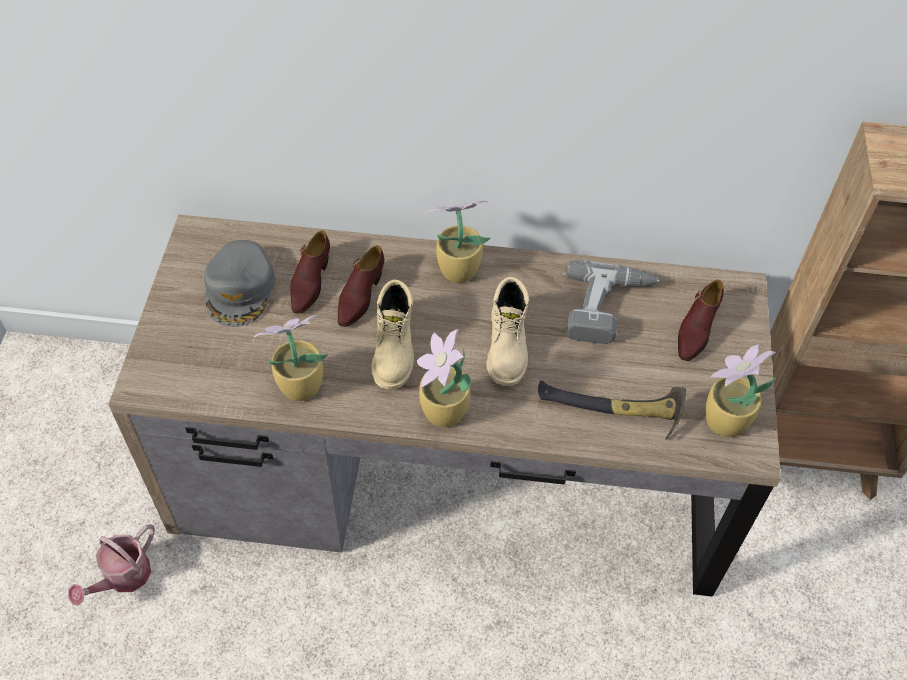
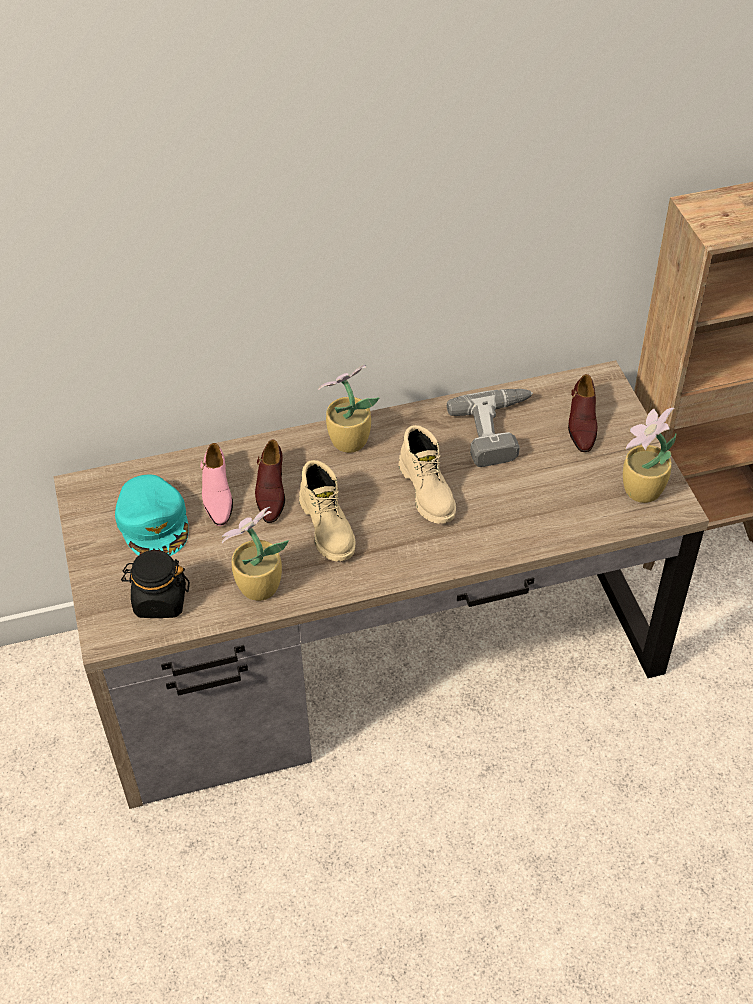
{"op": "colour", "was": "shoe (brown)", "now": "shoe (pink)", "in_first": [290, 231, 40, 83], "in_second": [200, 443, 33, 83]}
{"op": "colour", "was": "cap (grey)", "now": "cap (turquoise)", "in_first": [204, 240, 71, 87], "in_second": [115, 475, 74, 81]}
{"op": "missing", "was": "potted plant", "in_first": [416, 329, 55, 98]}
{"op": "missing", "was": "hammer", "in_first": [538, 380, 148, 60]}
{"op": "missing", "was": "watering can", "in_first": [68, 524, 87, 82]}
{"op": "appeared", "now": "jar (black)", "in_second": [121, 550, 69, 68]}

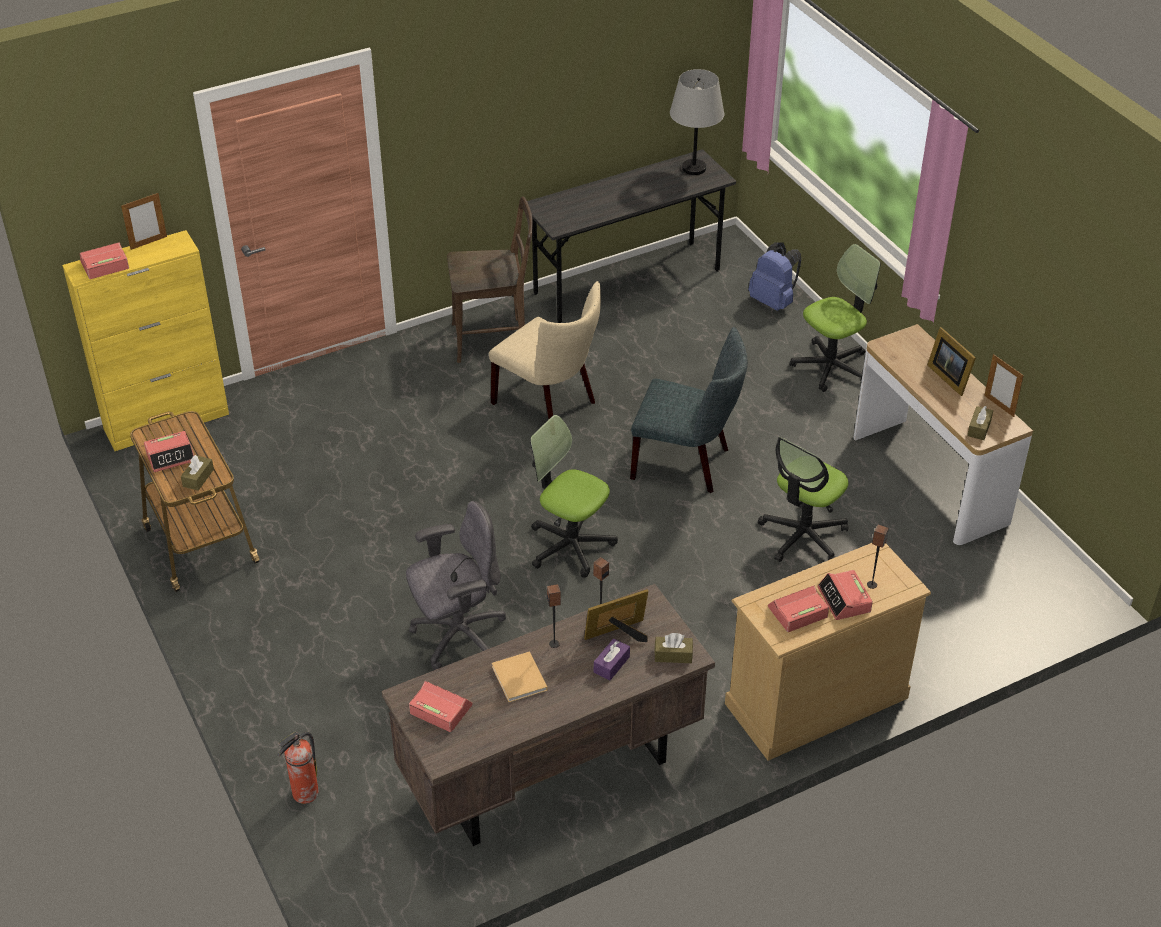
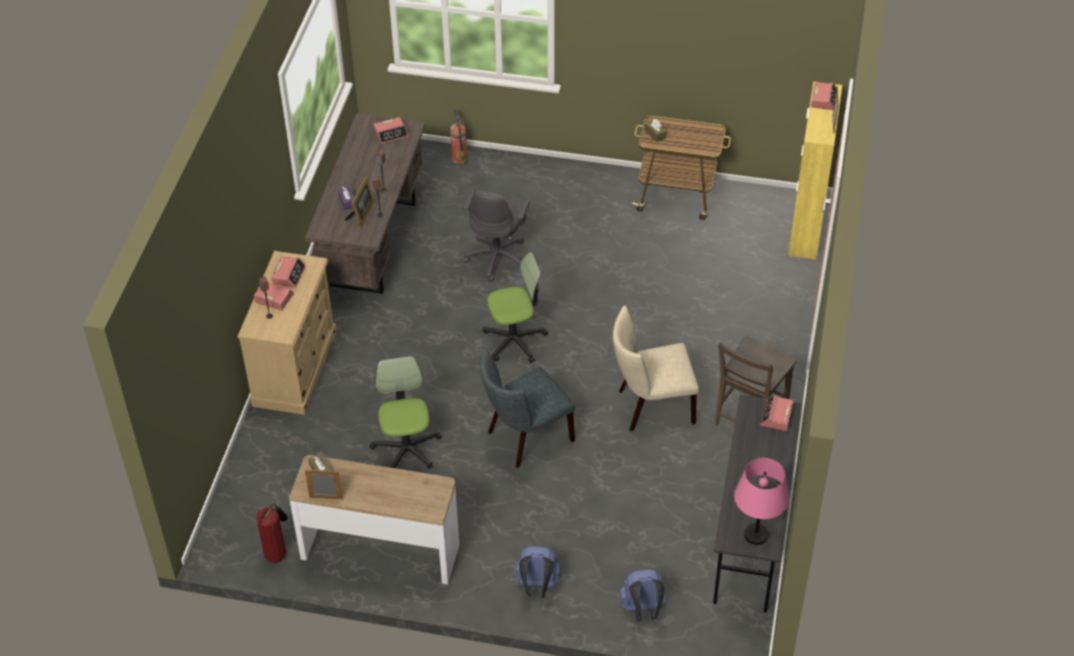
{"op": "colour", "was": "table lamp (grey)", "now": "table lamp (pink)", "in_first": [670, 69, 54, 106], "in_second": [734, 458, 55, 87]}
{"op": "exchanged", "was": "office chair", "now": "backpack (blue)", "in_first": [790, 244, 90, 148], "in_second": [516, 546, 45, 52]}
{"op": "missing", "was": "picture frame", "in_first": [927, 327, 49, 69]}
{"op": "relocated", "was": "alarm clock", "in_first": [144, 431, 50, 41], "in_second": [760, 395, 34, 36]}
{"op": "missing", "was": "tissue box (brown)", "in_first": [654, 633, 39, 30]}
{"op": "missing", "was": "book (beige)", "in_first": [492, 651, 56, 51]}
{"op": "appeared", "now": "fire extinguisher", "in_second": [256, 504, 32, 59]}

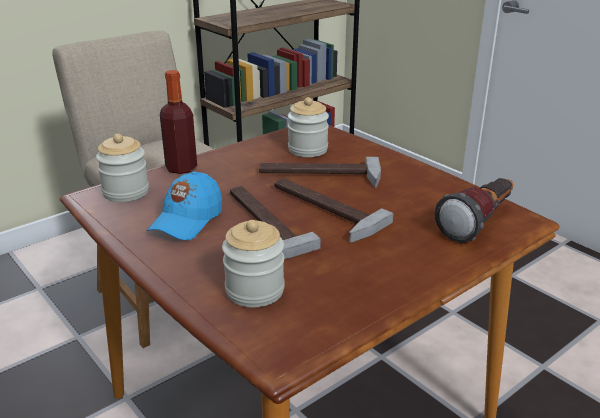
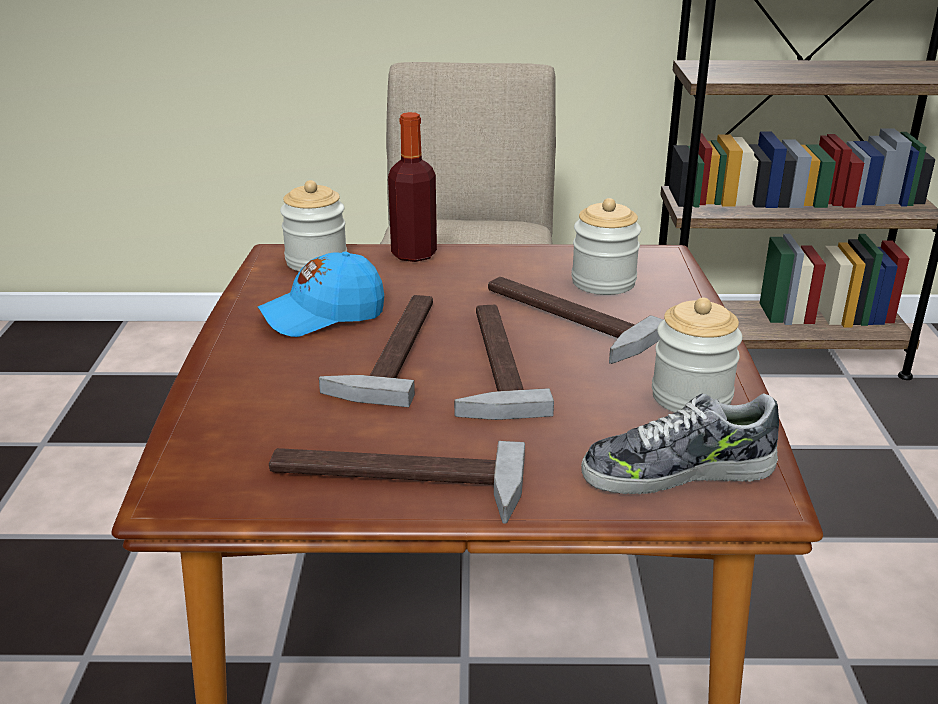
{"op": "exchanged", "was": "flashlight", "now": "shoe", "in_first": [435, 178, 78, 65], "in_second": [581, 393, 198, 101]}
{"op": "relocated", "was": "jar", "in_first": [222, 220, 63, 87], "in_second": [652, 297, 90, 116]}
{"op": "appeared", "now": "hammer", "in_second": [269, 441, 256, 83]}

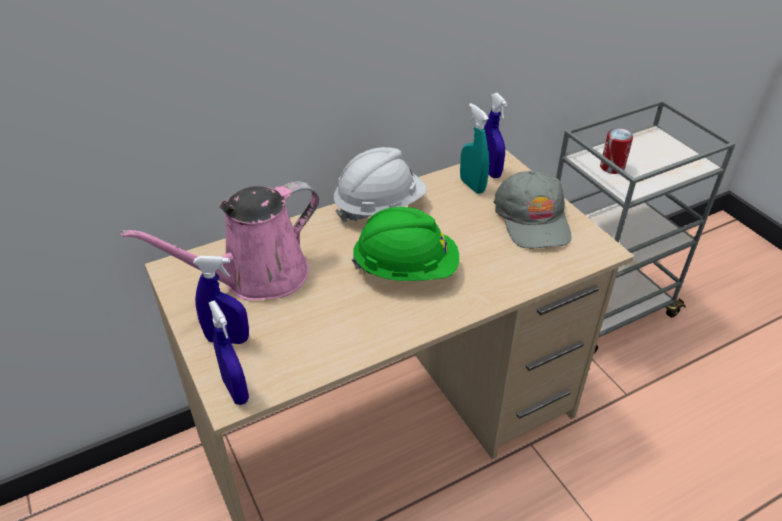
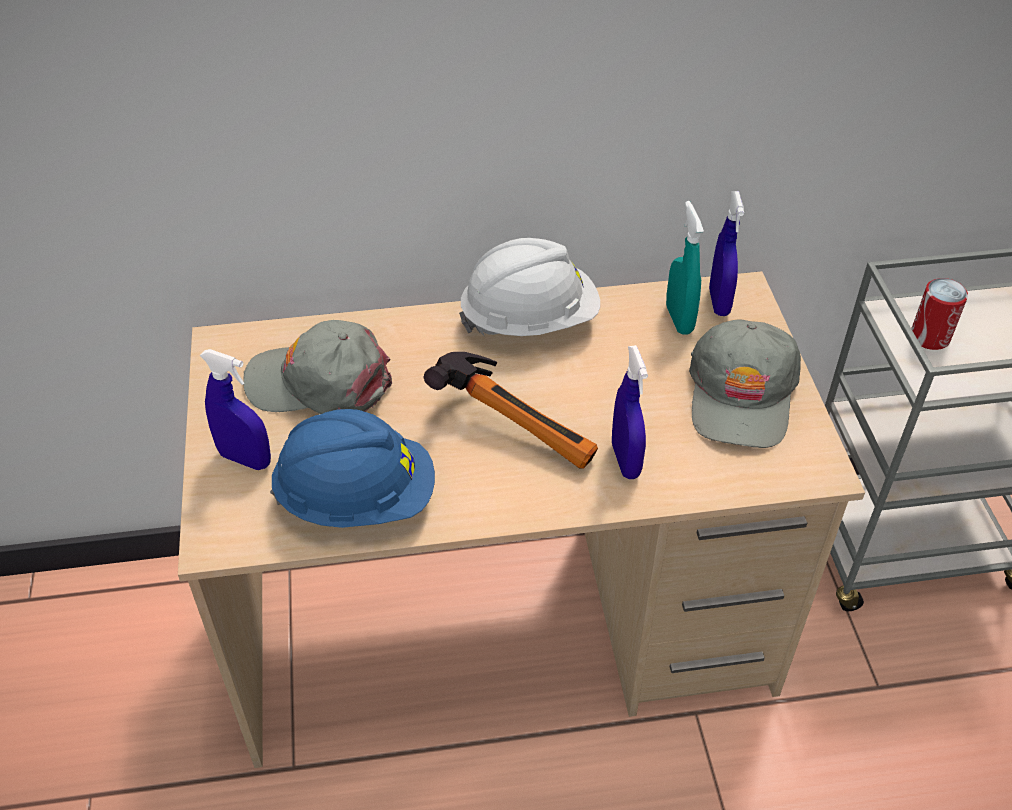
{"op": "exchanged", "was": "watering can (pink)", "now": "cap (grey)", "in_first": [121, 181, 198, 119], "in_second": [243, 320, 149, 94]}
{"op": "exchanged", "was": "hard hat (green)", "now": "hammer", "in_first": [352, 207, 107, 74], "in_second": [423, 352, 175, 117]}
{"op": "relocated", "was": "spray bottle (blue)", "in_first": [209, 300, 40, 105], "in_second": [612, 345, 36, 134]}
{"op": "appeared", "now": "hard hat (blue)", "in_second": [270, 409, 165, 119]}

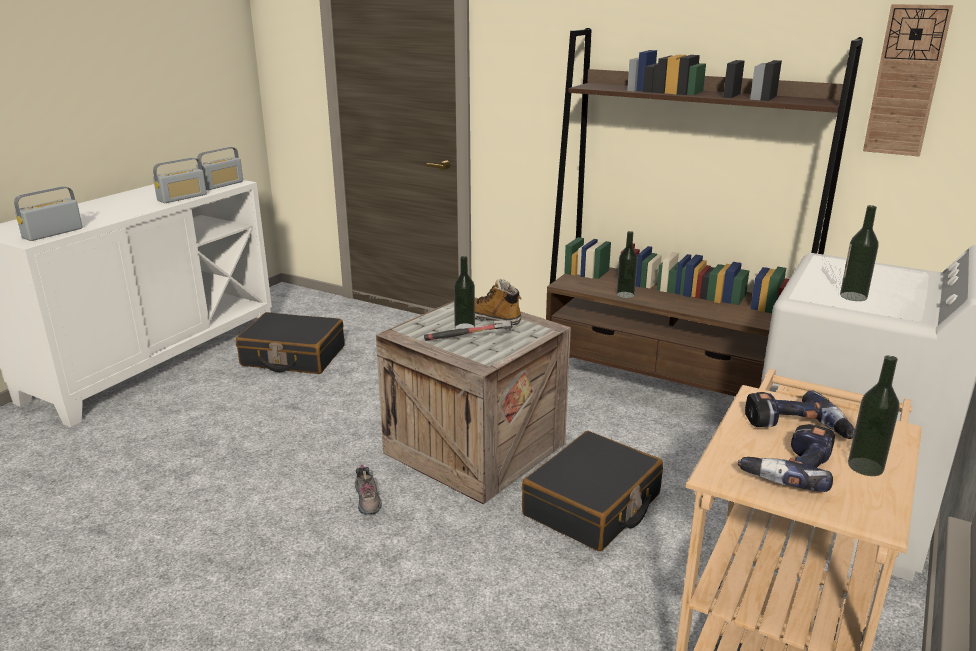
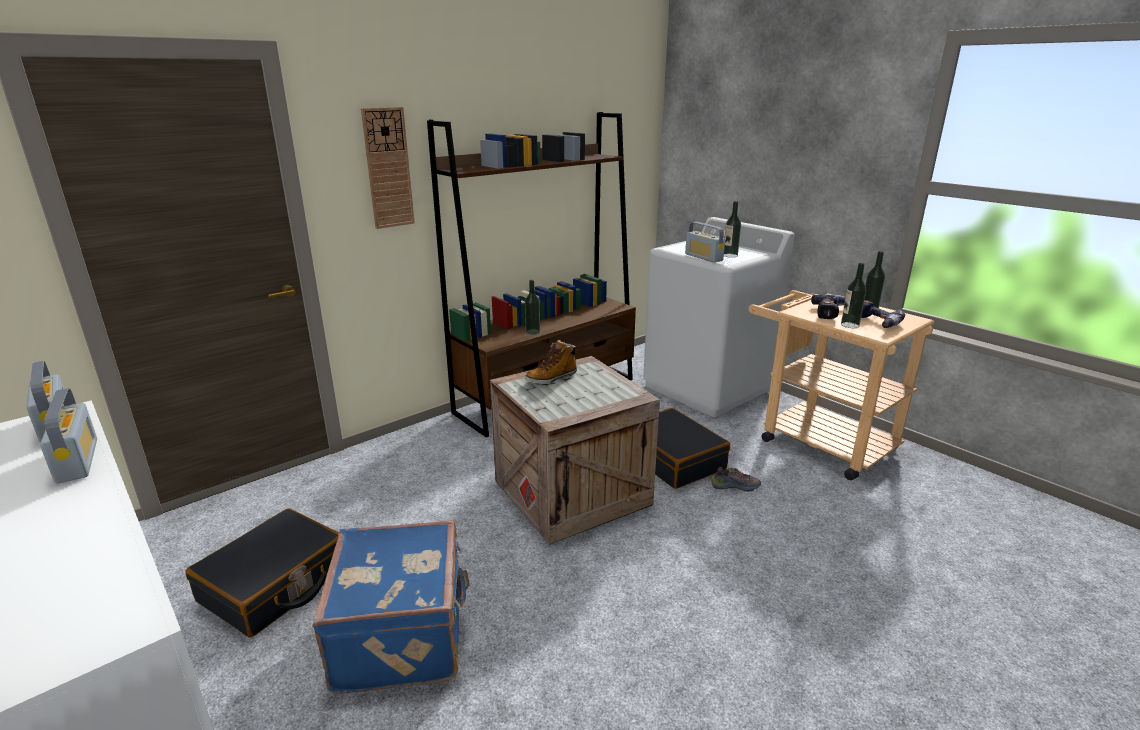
{"op": "relocated", "was": "wall clock", "in_first": [863, 4, 91, 152], "in_second": [361, 107, 54, 122]}
{"op": "relocated", "was": "radio", "in_first": [14, 187, 68, 54], "in_second": [685, 222, 40, 41]}
{"op": "relocated", "was": "bottle", "in_first": [454, 256, 21, 73], "in_second": [841, 263, 25, 65]}
{"op": "missing", "was": "hammer", "in_first": [424, 320, 89, 21]}
{"op": "relocated", "was": "shoe", "in_first": [355, 465, 27, 49], "in_second": [711, 467, 50, 25]}
{"op": "appeared", "now": "suitcase (blue)", "in_second": [312, 520, 158, 174]}

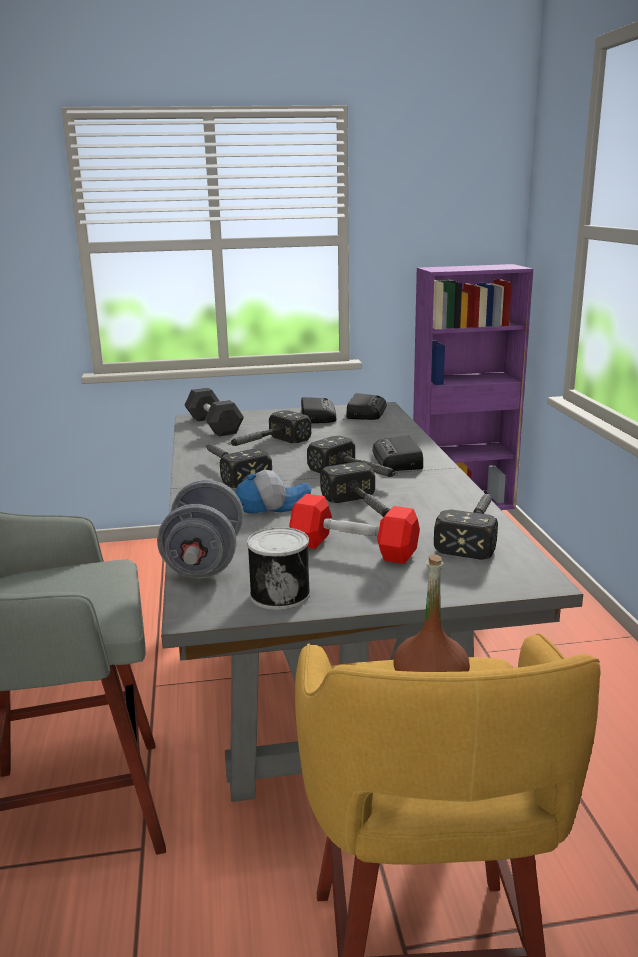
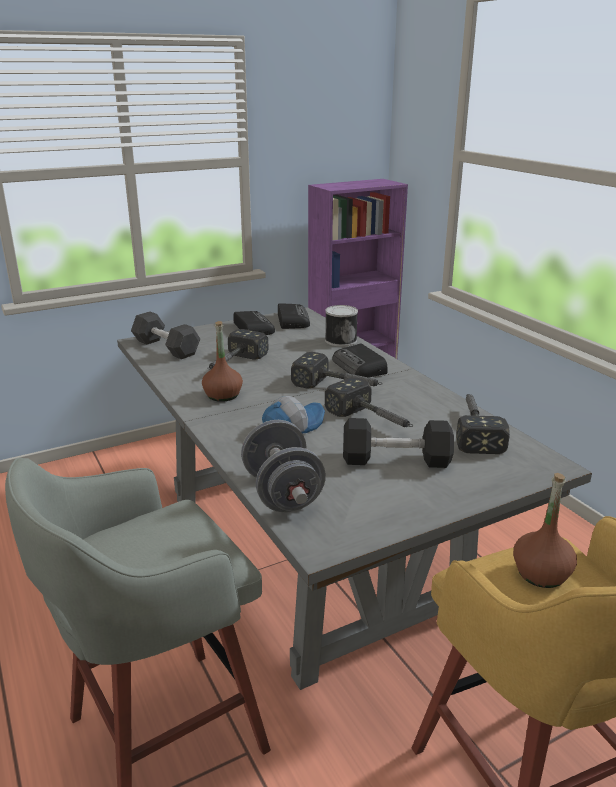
{"op": "exchanged", "was": "hammer", "now": "bottle (brown)", "in_first": [205, 444, 67, 44], "in_second": [202, 321, 41, 81]}
{"op": "colour", "was": "dumbbell (red)", "now": "dumbbell (black)", "in_first": [289, 494, 131, 70], "in_second": [343, 418, 111, 50]}
{"op": "relocated", "was": "can", "in_first": [247, 527, 63, 83], "in_second": [325, 305, 33, 42]}

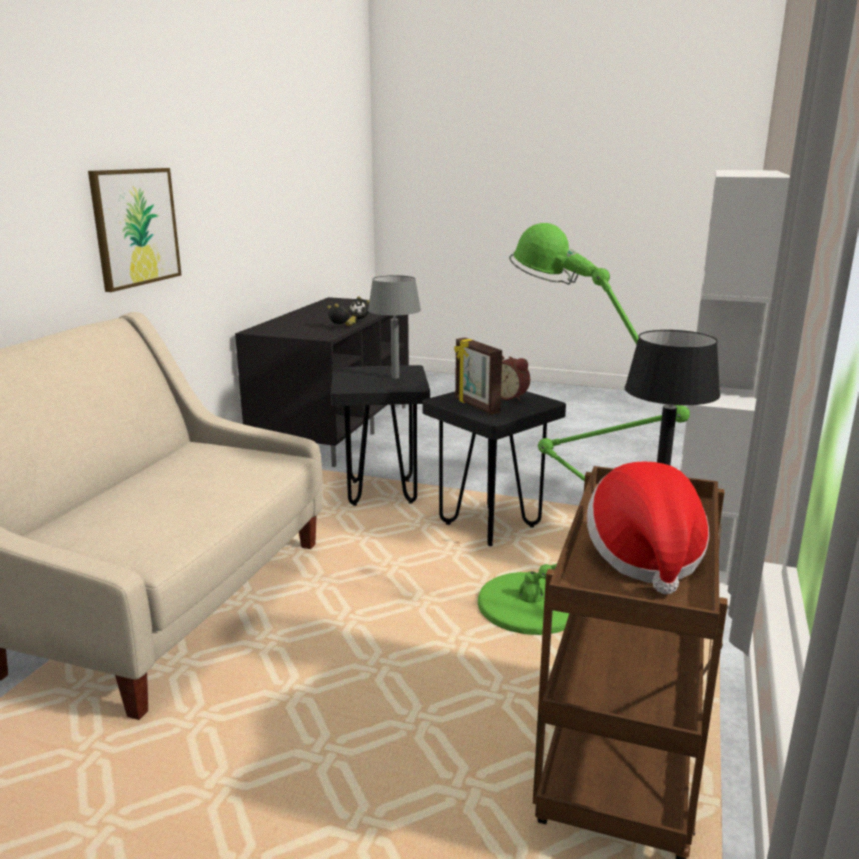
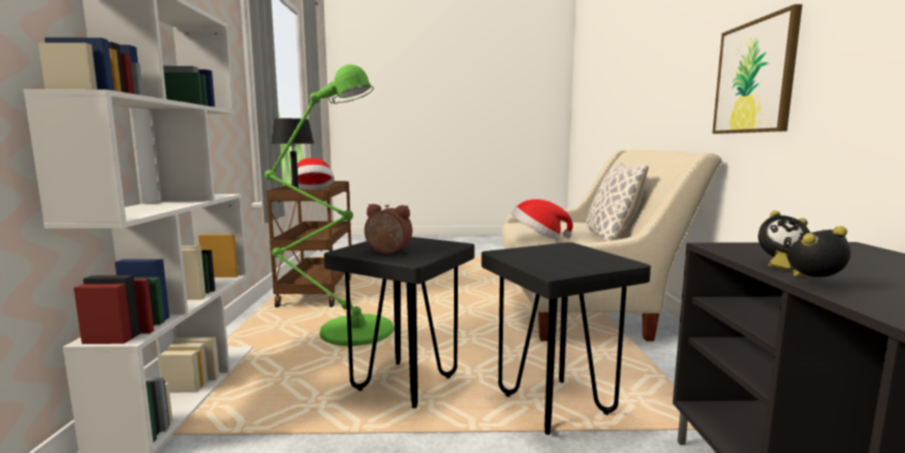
{"op": "missing", "was": "table lamp (grey)", "in_first": [368, 275, 53, 104]}
{"op": "missing", "was": "picture frame", "in_first": [454, 338, 48, 76]}
{"op": "appeared", "now": "pillow", "in_second": [587, 162, 62, 79]}
{"op": "appeared", "now": "hat", "in_second": [512, 199, 61, 40]}

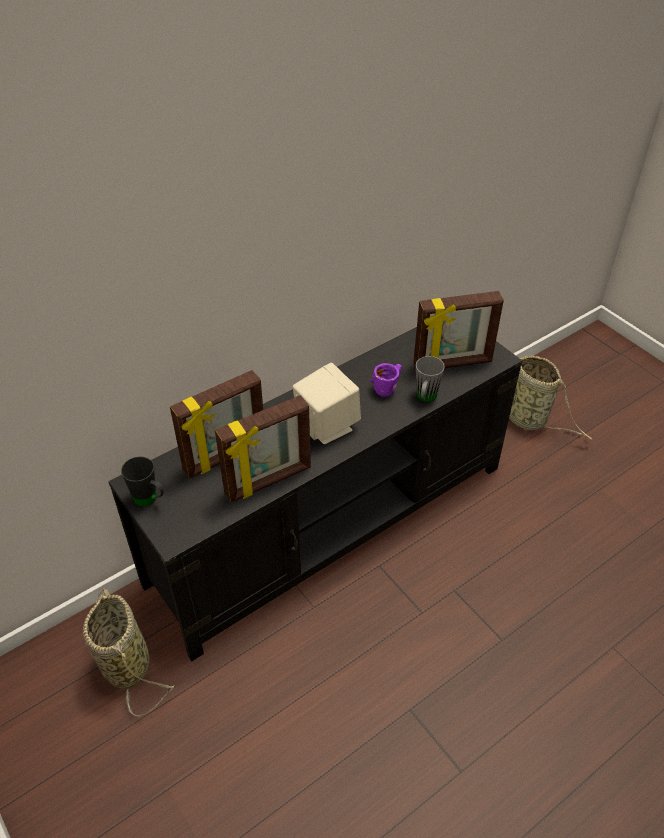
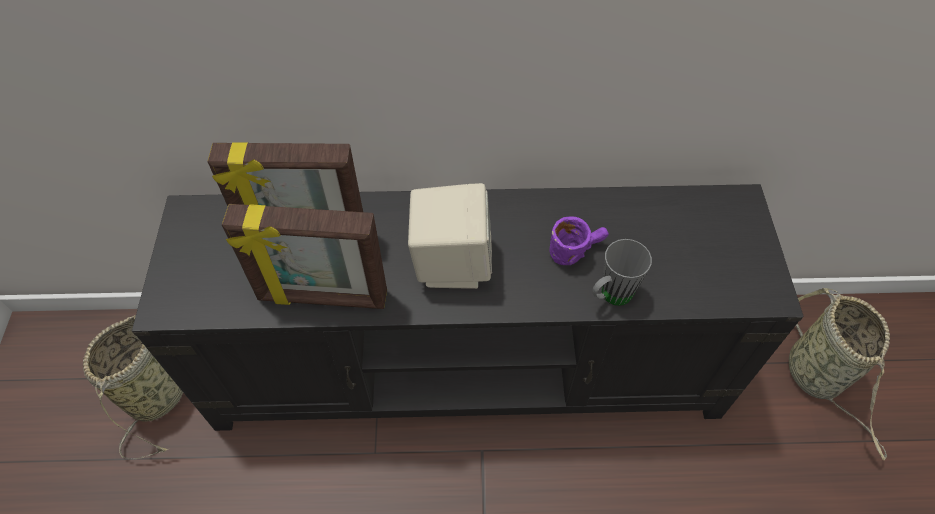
{"op": "missing", "was": "picture frame", "in_first": [413, 291, 91, 77]}
{"op": "missing", "was": "mug (black)", "in_first": [121, 457, 43, 50]}

